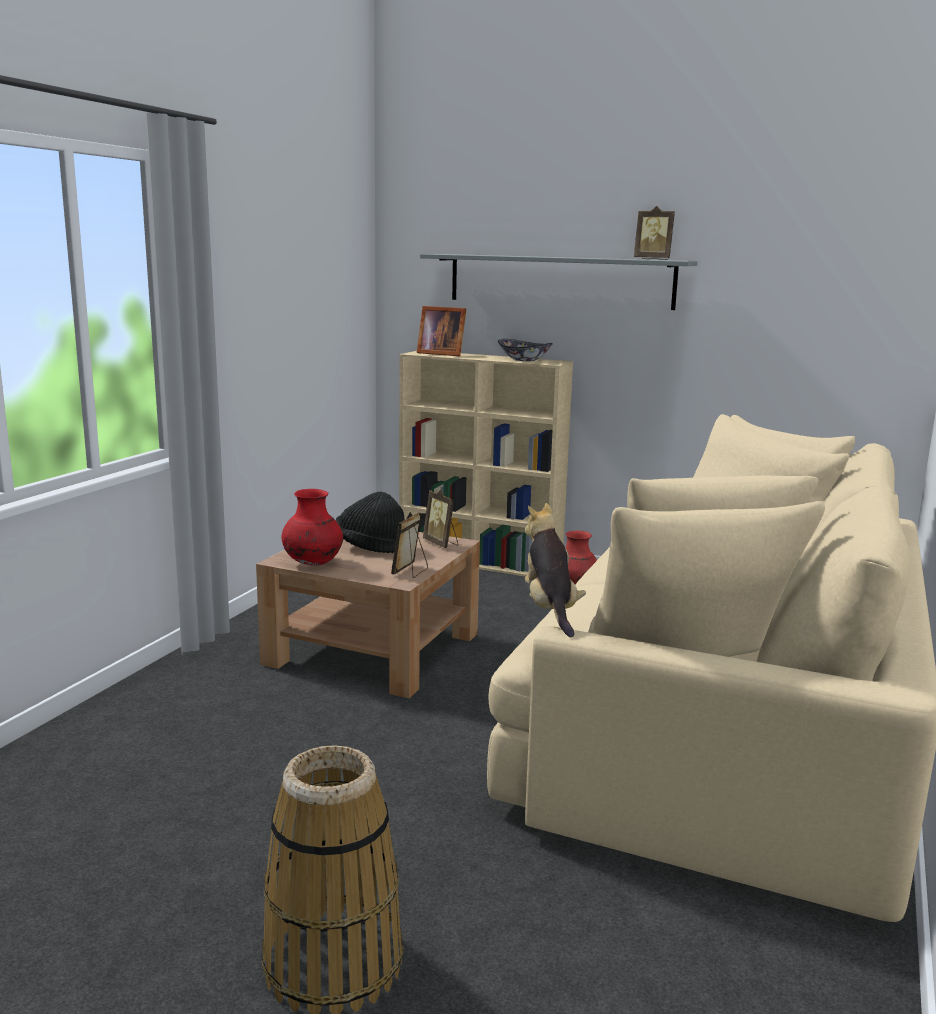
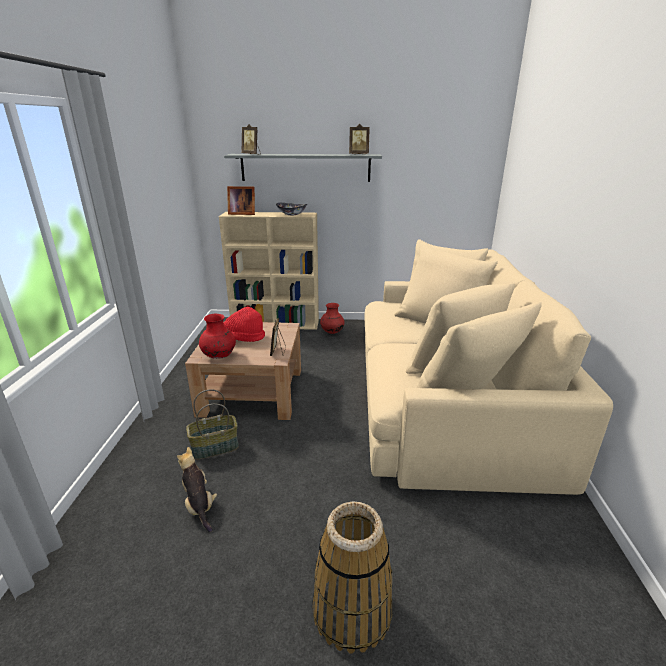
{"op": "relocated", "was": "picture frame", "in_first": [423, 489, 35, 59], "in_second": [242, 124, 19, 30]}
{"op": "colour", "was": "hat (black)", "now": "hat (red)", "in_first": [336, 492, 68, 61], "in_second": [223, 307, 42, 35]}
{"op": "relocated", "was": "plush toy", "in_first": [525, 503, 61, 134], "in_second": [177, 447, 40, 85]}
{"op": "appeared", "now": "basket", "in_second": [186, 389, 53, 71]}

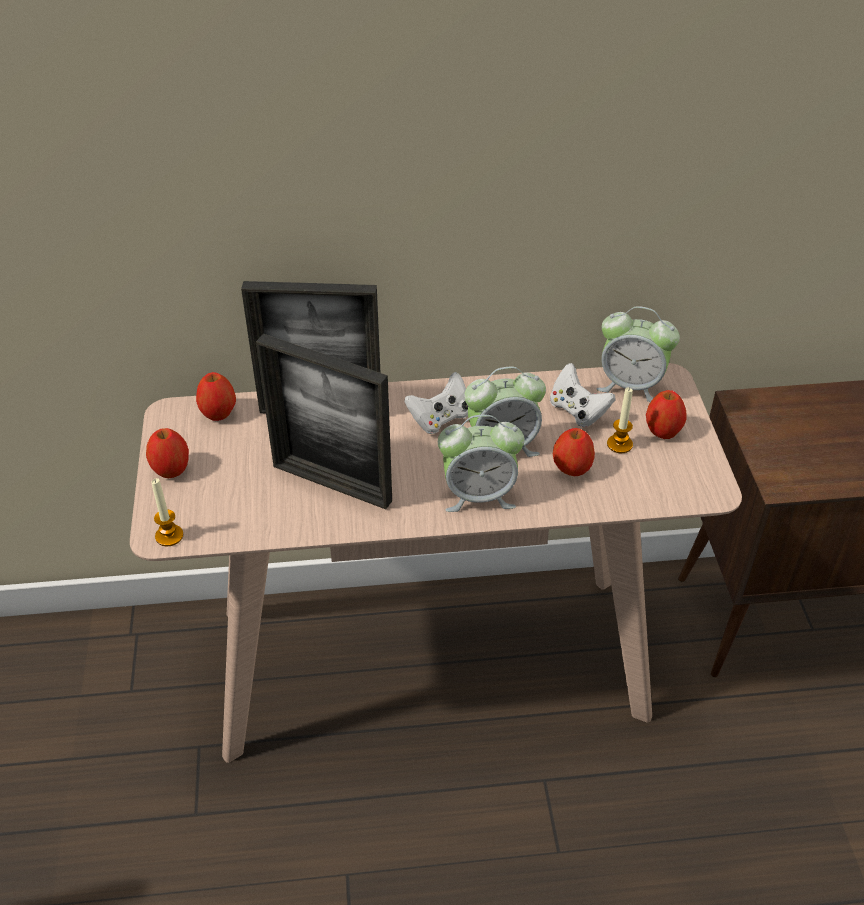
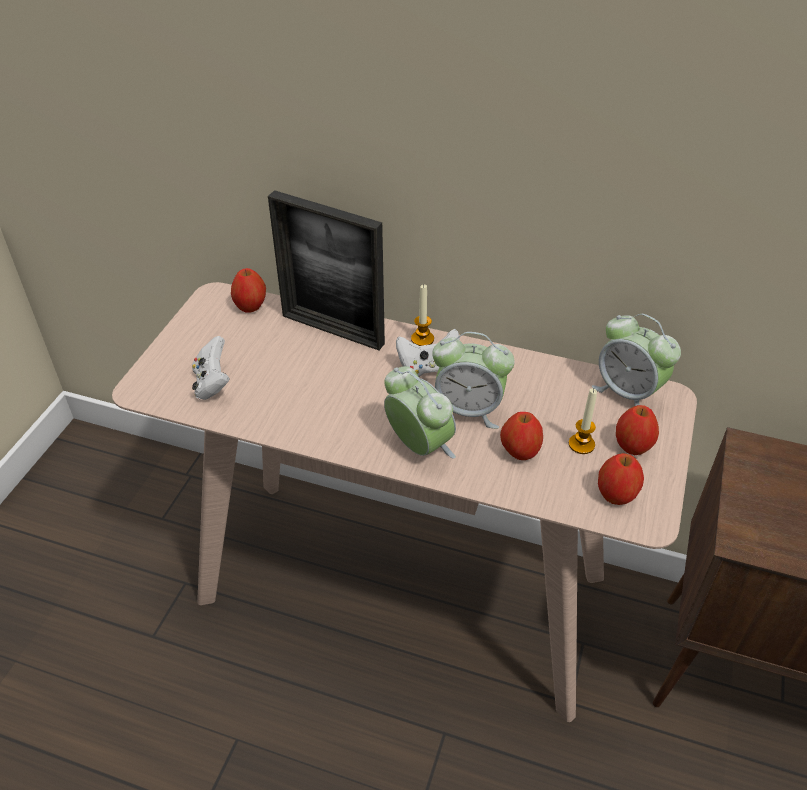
{"op": "missing", "was": "picture frame", "in_first": [256, 334, 136, 175]}
{"op": "relocated", "was": "game controller (white)", "in_first": [550, 363, 65, 64], "in_second": [192, 336, 38, 64]}
{"op": "spun", "was": "alarm clock", "in_first": [438, 415, 86, 97], "in_second": [384, 366, 72, 93], "clockwise": -150}
{"op": "relocated", "was": "apple", "in_first": [146, 428, 43, 50], "in_second": [598, 453, 46, 52]}
{"op": "relocated", "was": "candle", "in_first": [152, 478, 31, 68], "in_second": [411, 284, 23, 62]}

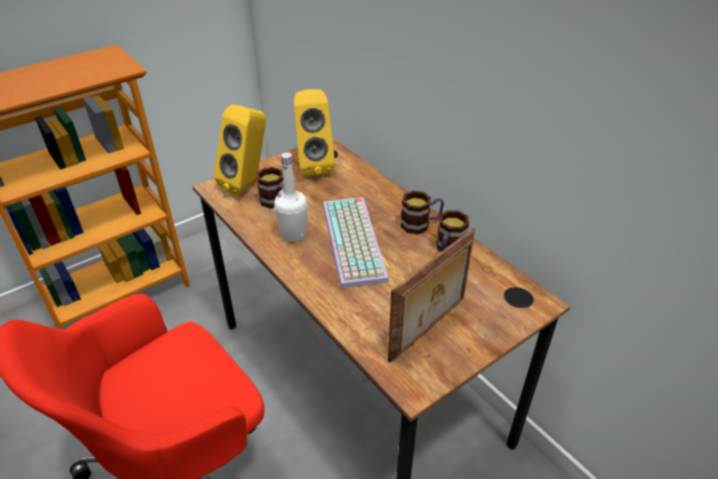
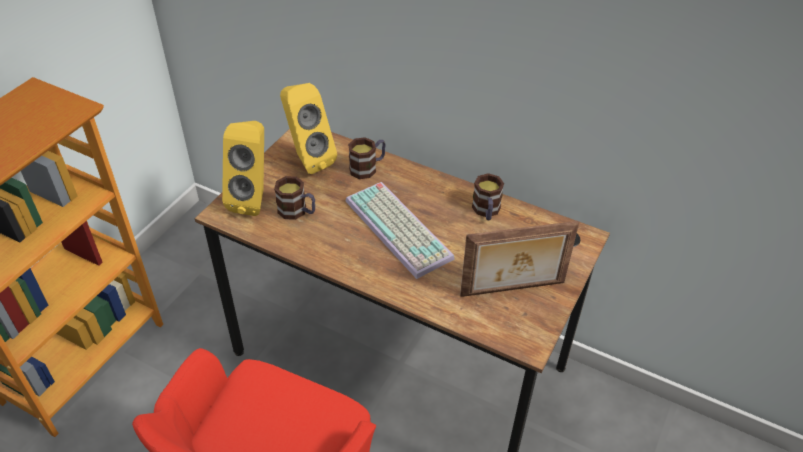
{"op": "missing", "was": "bottle (white)", "in_first": [274, 152, 34, 90]}
{"op": "relocated", "was": "mug", "in_first": [400, 191, 44, 43], "in_second": [348, 137, 38, 42]}
{"op": "spun", "was": "picture frame", "in_first": [388, 228, 87, 135], "in_second": [460, 221, 119, 76], "clockwise": 60}

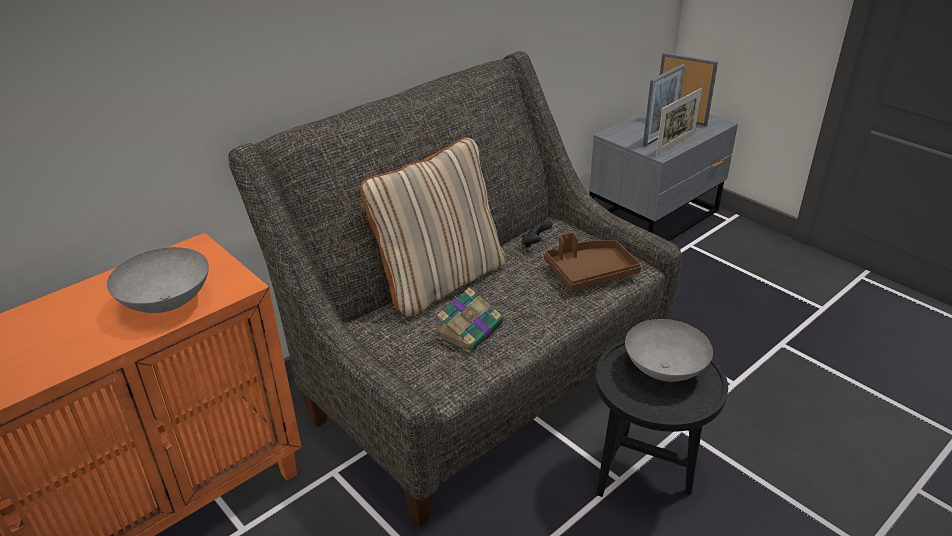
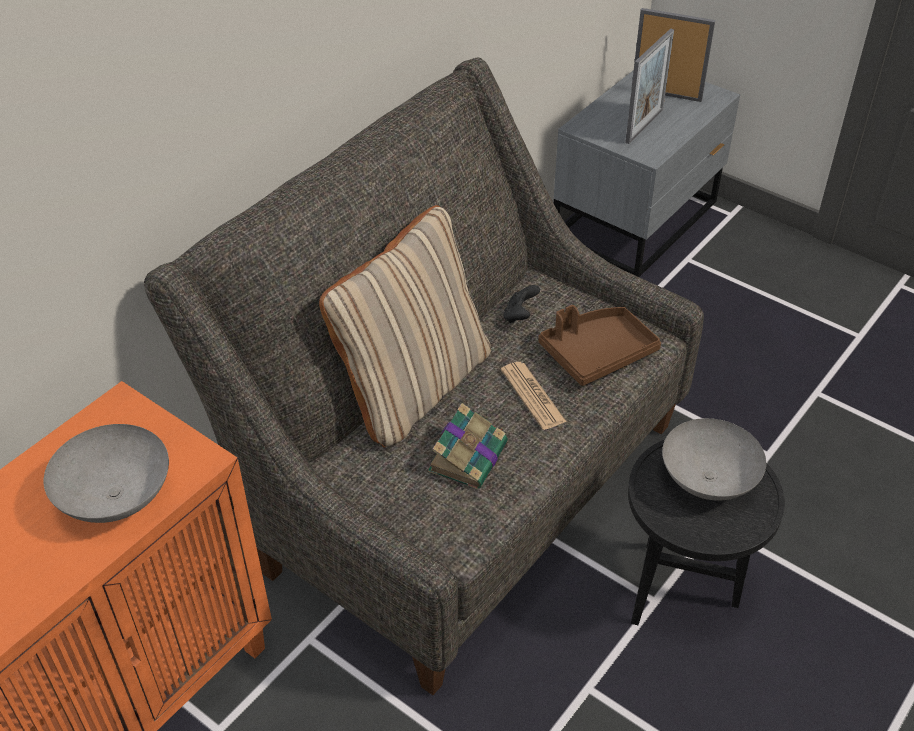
{"op": "missing", "was": "picture frame", "in_first": [656, 88, 46, 68]}
{"op": "appeared", "now": "newspaper", "in_second": [501, 362, 66, 68]}

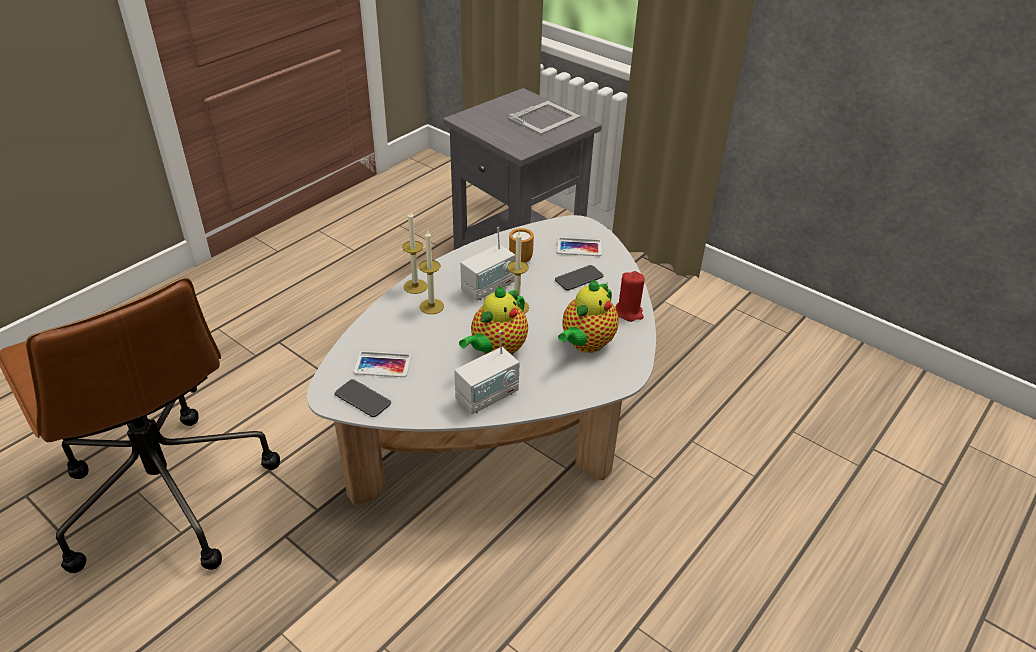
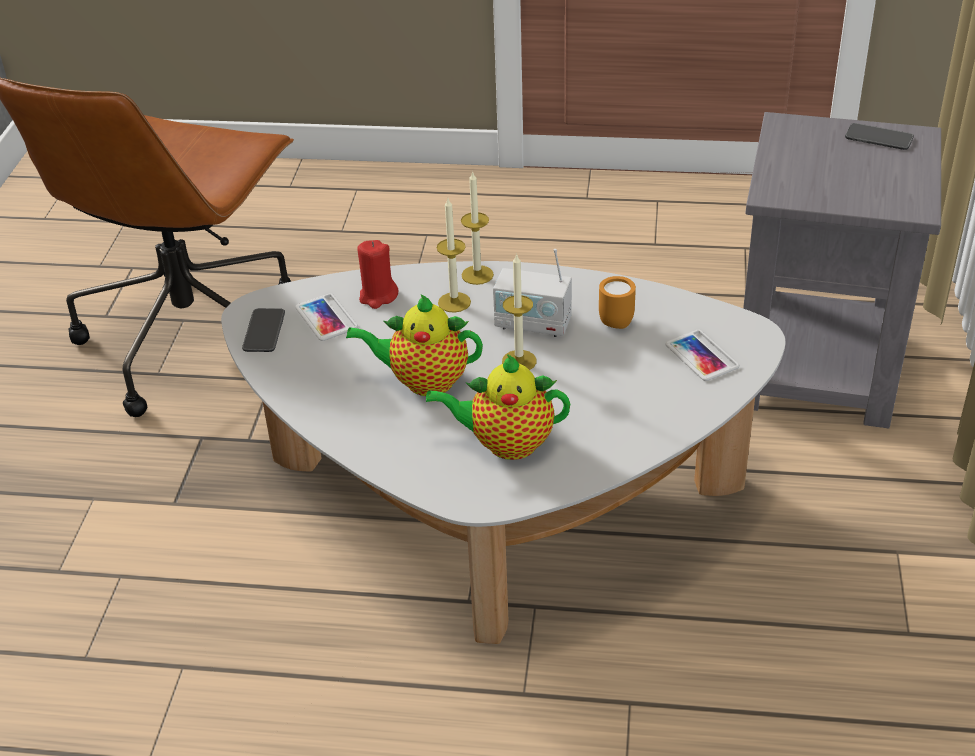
{"op": "missing", "was": "picture frame", "in_first": [508, 101, 73, 34]}
{"op": "relocated", "was": "phone", "in_first": [555, 265, 48, 26], "in_second": [845, 123, 69, 27]}
{"op": "relocated", "was": "candle (red)", "in_first": [615, 271, 30, 51], "in_second": [357, 240, 41, 69]}
{"op": "missing", "was": "radio", "in_first": [454, 331, 66, 83]}

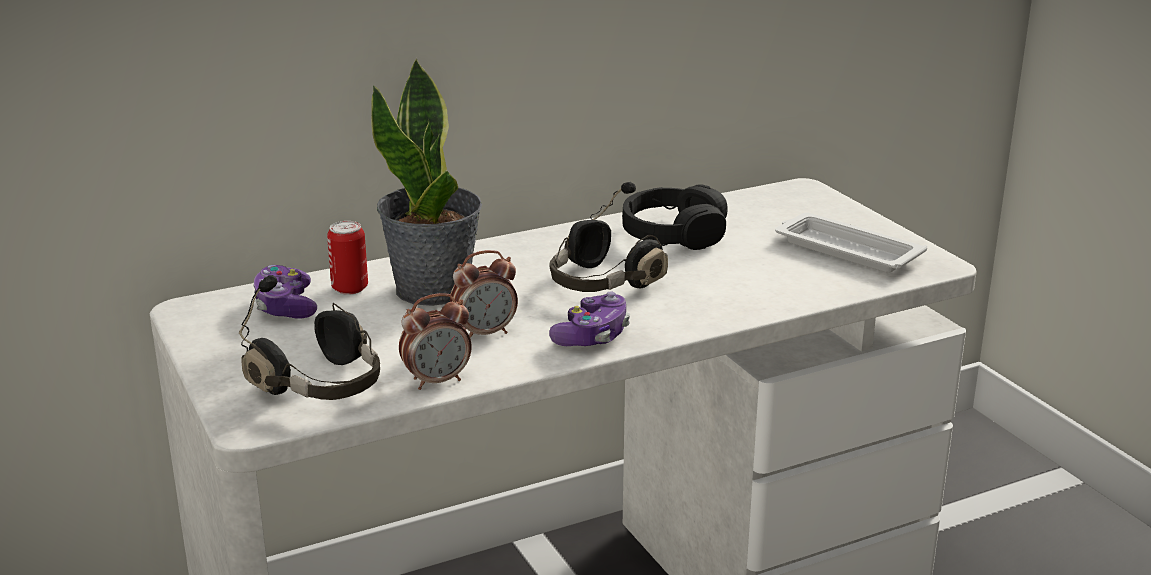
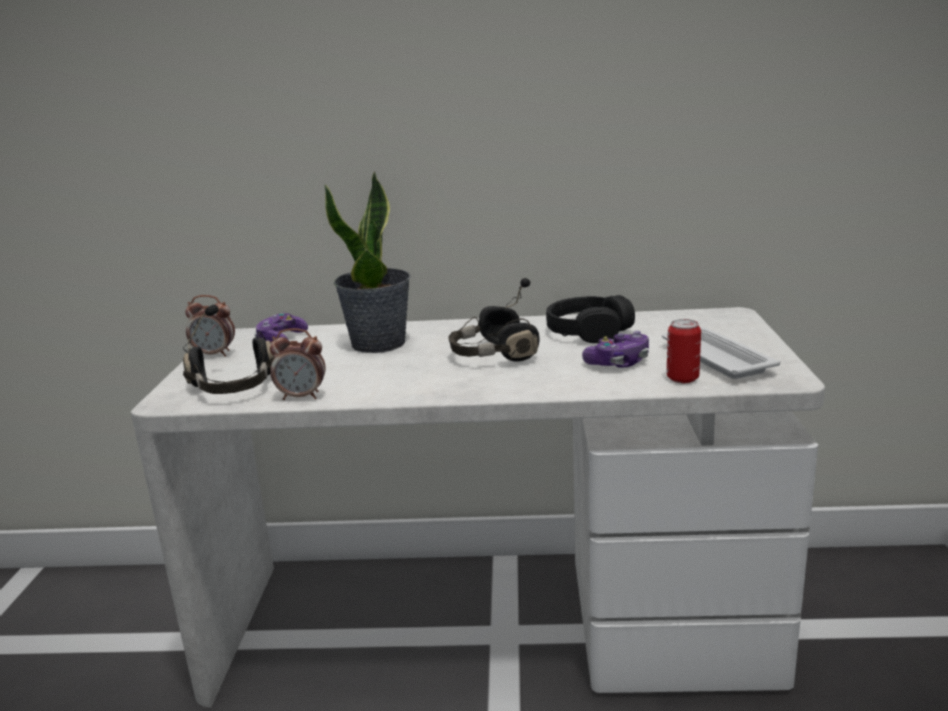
{"op": "relocated", "was": "can", "in_first": [327, 221, 41, 74], "in_second": [667, 319, 34, 64]}
{"op": "relocated", "was": "alarm clock", "in_first": [450, 250, 68, 88], "in_second": [185, 295, 50, 62]}
{"op": "relocated", "was": "game controller", "in_first": [549, 291, 81, 55], "in_second": [582, 331, 67, 37]}

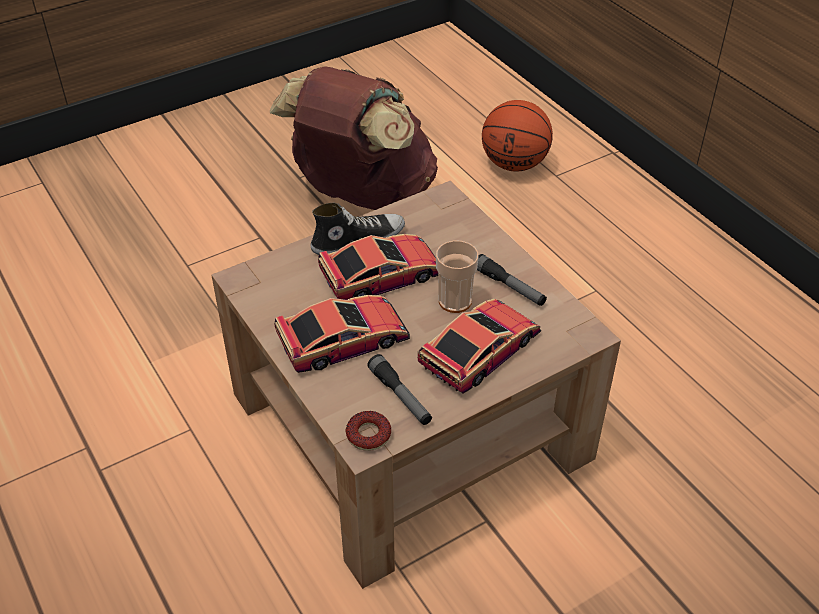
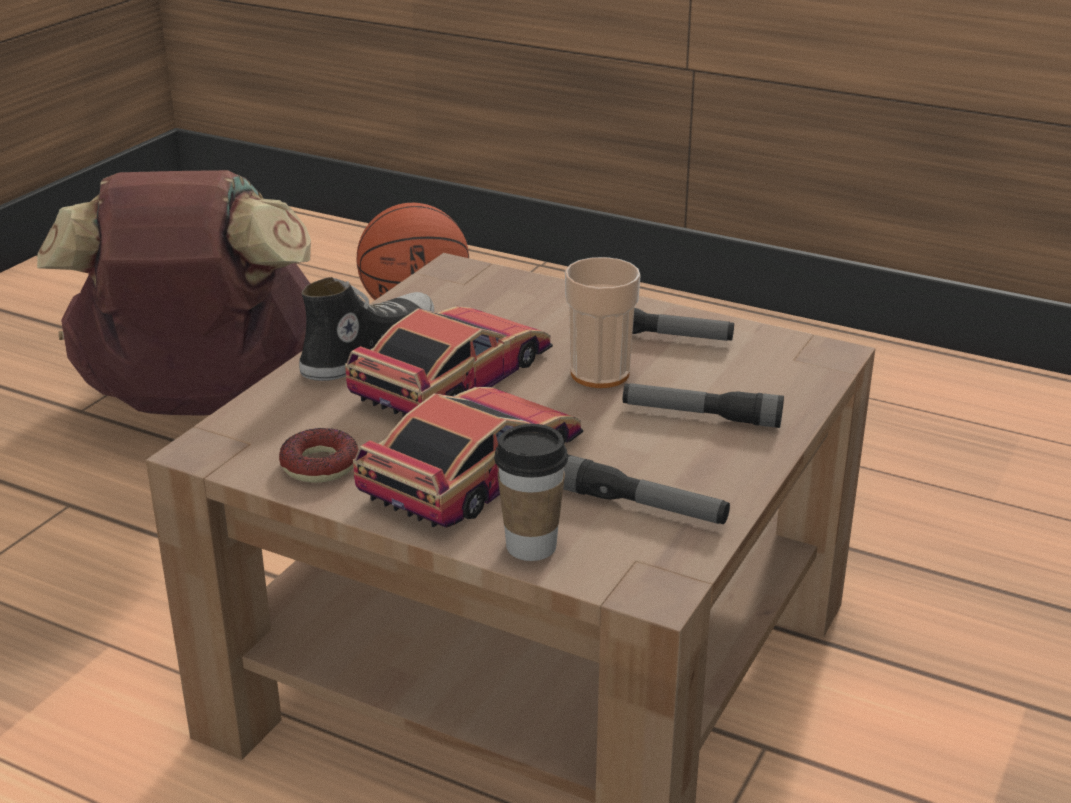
{"op": "exchanged", "was": "toy car", "now": "flashlight", "in_first": [418, 299, 123, 94], "in_second": [623, 383, 161, 45]}
{"op": "relocated", "was": "donut", "in_first": [345, 411, 46, 40], "in_second": [279, 428, 80, 55]}
{"op": "appeared", "now": "cup", "in_second": [494, 424, 74, 137]}

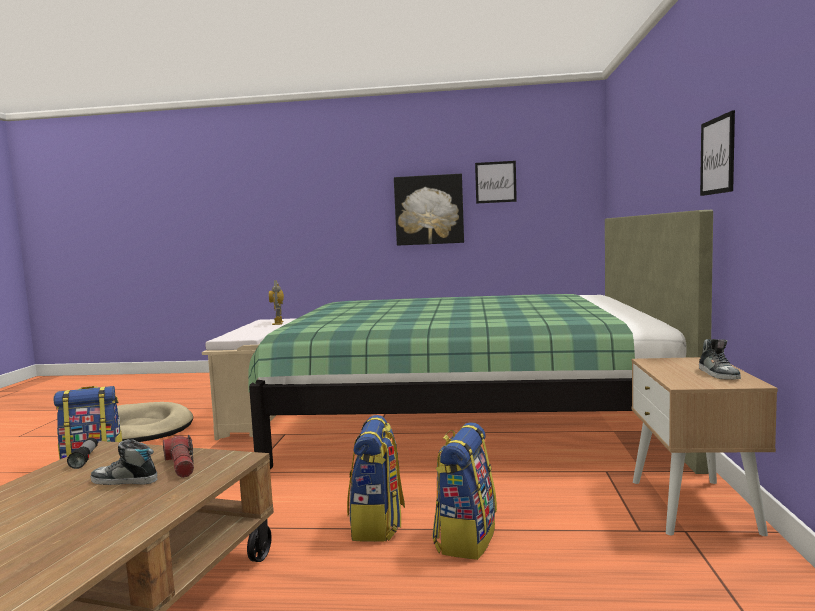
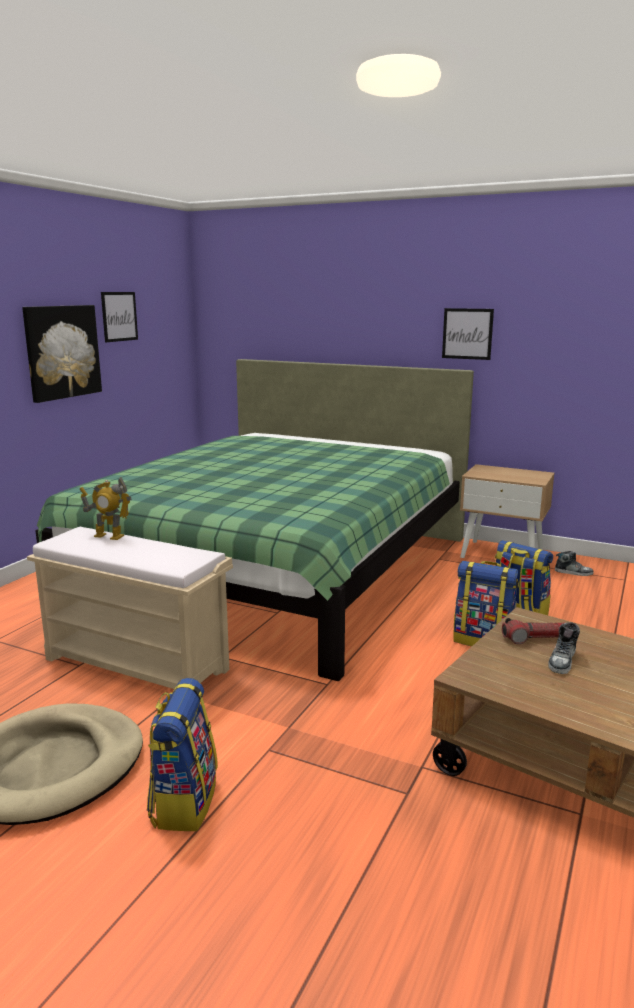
{"op": "relocated", "was": "shoe", "in_first": [699, 339, 42, 41], "in_second": [555, 551, 39, 25]}
{"op": "missing", "was": "flashlight", "in_first": [67, 438, 31, 31]}

